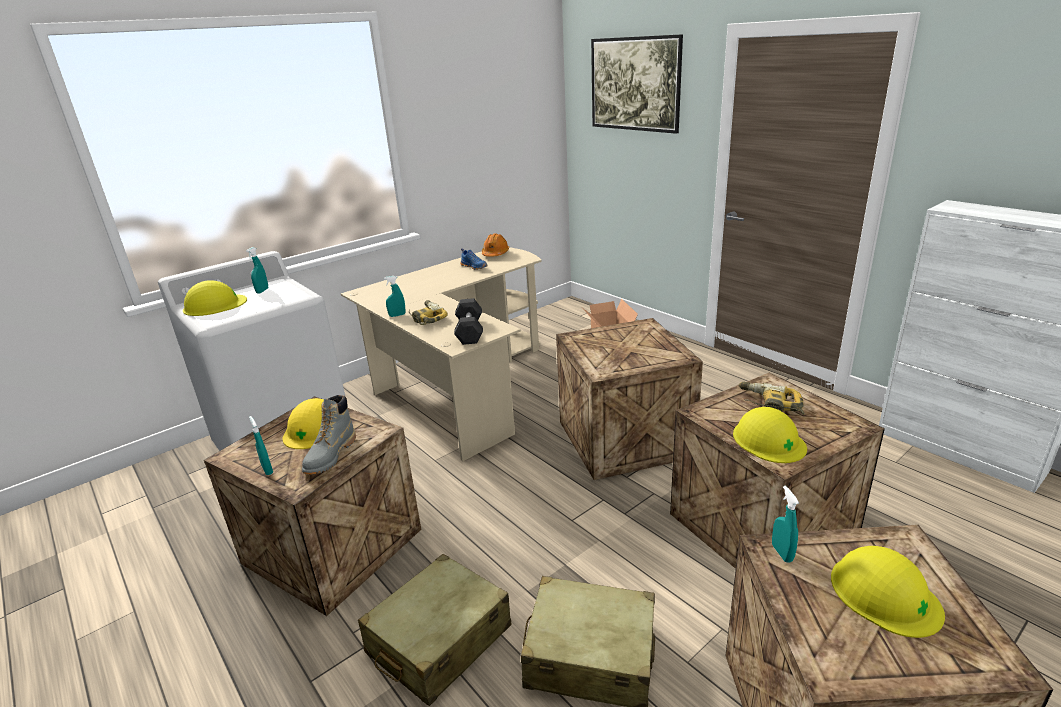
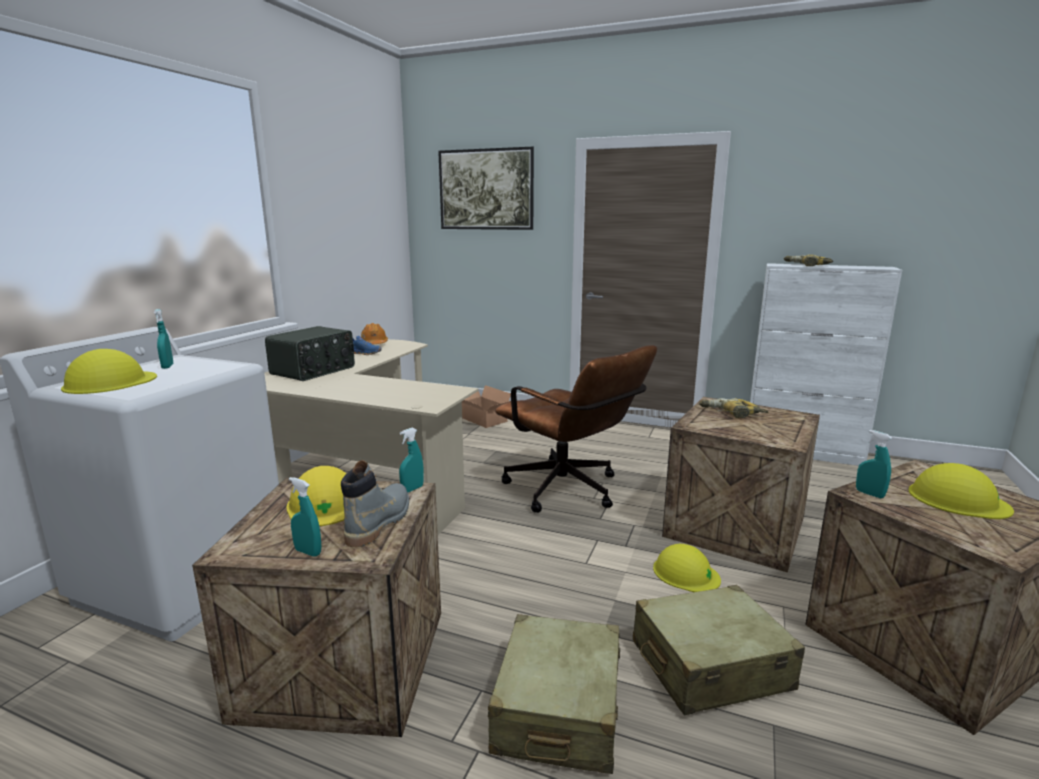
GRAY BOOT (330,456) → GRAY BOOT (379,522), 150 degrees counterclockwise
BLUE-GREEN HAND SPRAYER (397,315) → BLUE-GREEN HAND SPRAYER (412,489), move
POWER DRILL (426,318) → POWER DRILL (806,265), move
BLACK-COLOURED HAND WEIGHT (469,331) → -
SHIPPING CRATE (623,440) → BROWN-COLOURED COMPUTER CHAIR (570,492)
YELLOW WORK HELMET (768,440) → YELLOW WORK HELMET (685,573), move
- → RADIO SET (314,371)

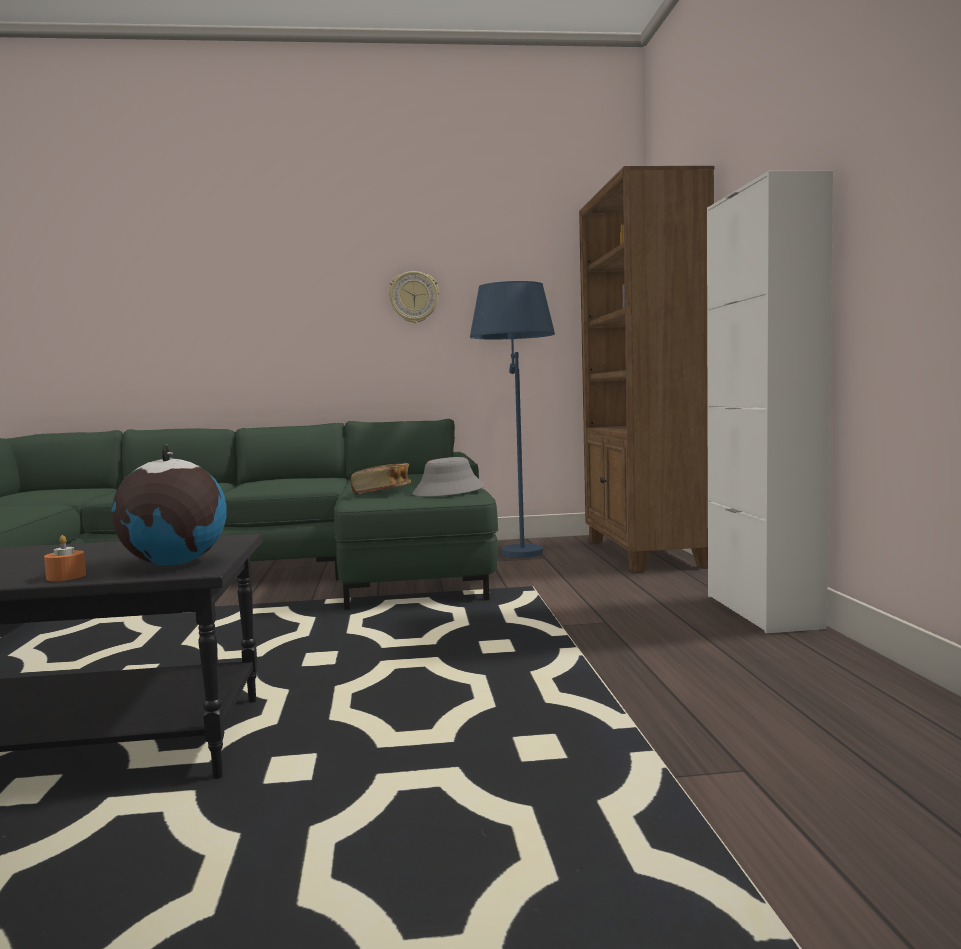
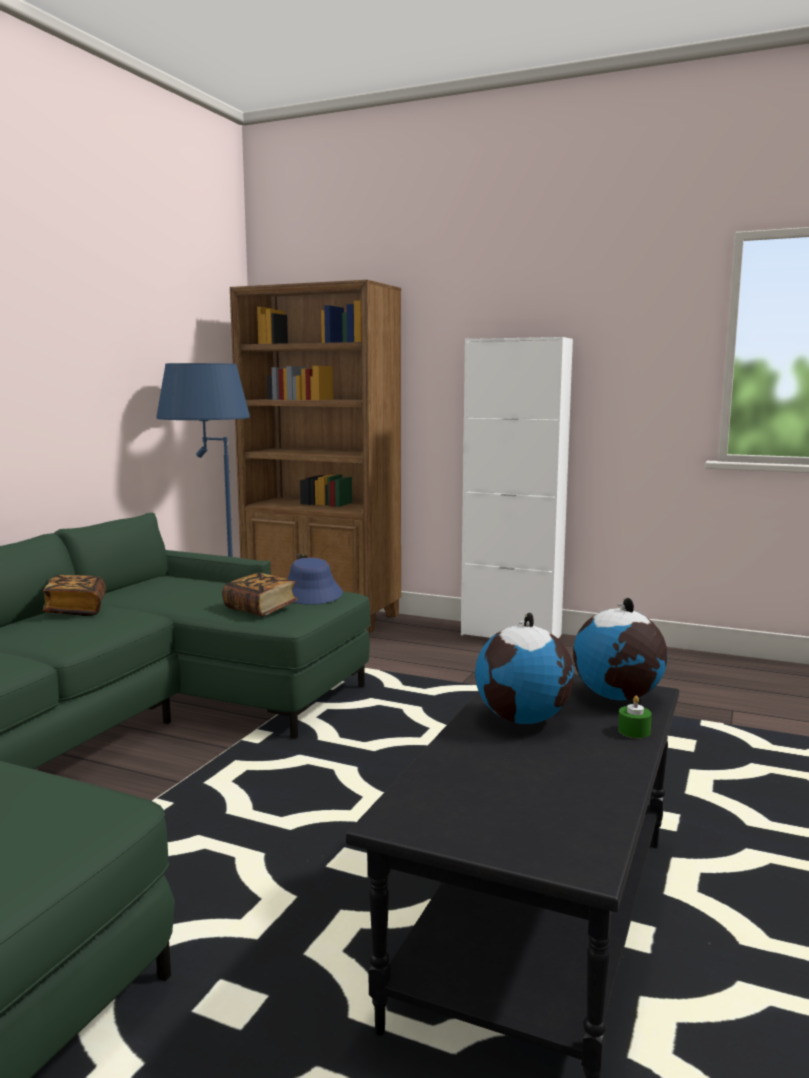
ORANGE-COLOURED CANDLE (66,576) → GREEN-COLOURED CANDLE (634,731)
HANGING CLOCK (414,297) → -
GRAY WEARABLE HAT (449,491) → BLUE-COLOURED WEARABLE HAT (311,593)
- → BOOK (76,610)
- → DESK GLOBE (524,719)

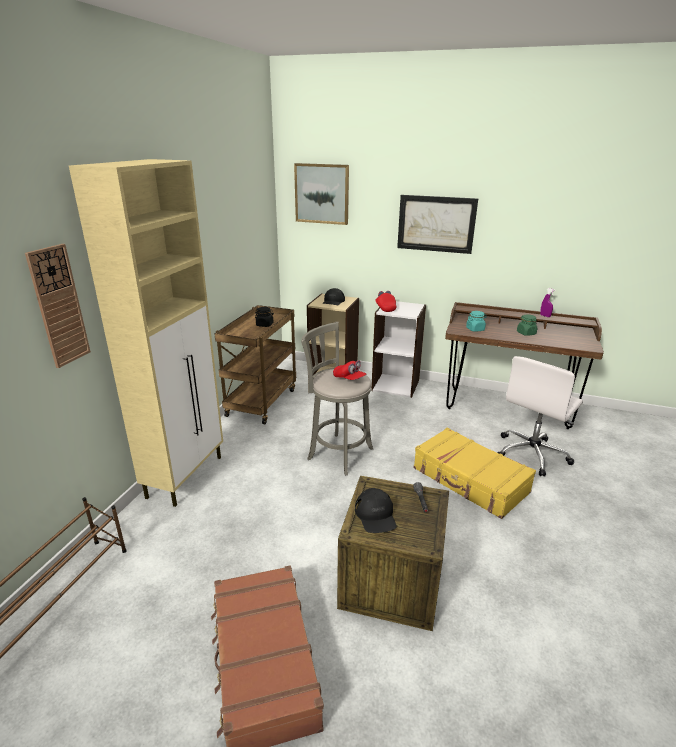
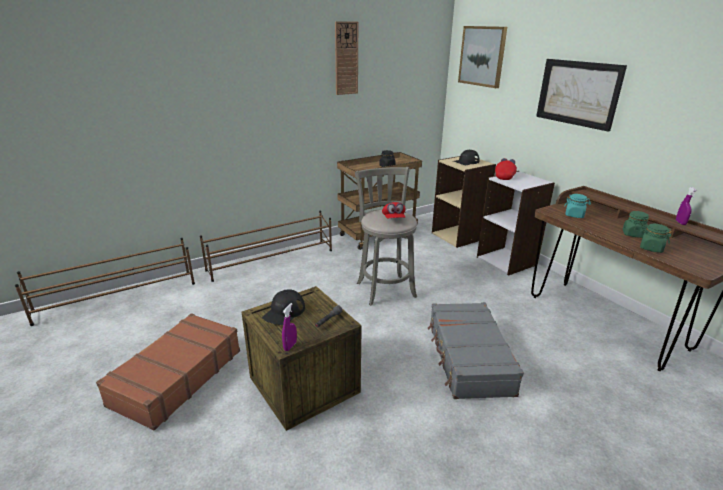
HANGING CLOCK (59,306) → HANGING CLOCK (346,58), move
BEIGE-COLOURED STORAGE CABINET (186,476) → BROWN-COLOURED SHOE STAND (272,260)
YELLOW PIECE OF LUGGAGE (469,481) → GRAY PIECE OF LUGGAGE (468,358)
WHITE COMPUTER CHAIR (532,454) → -
- → PURPLE-COLOURED HAND SPRAYER (290,346)
- → GREEN-COLOURED JAR (651,248)

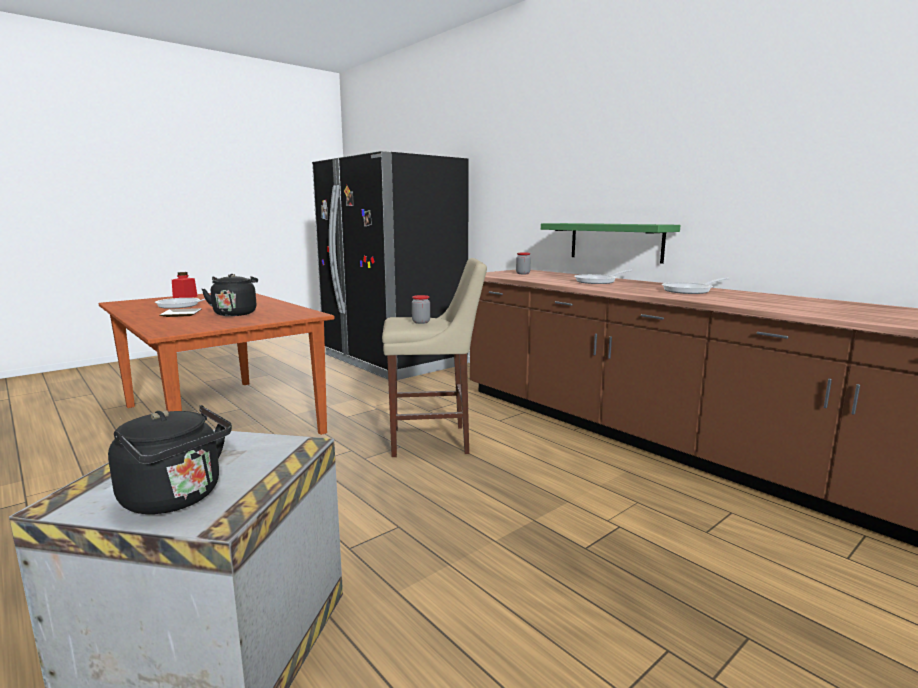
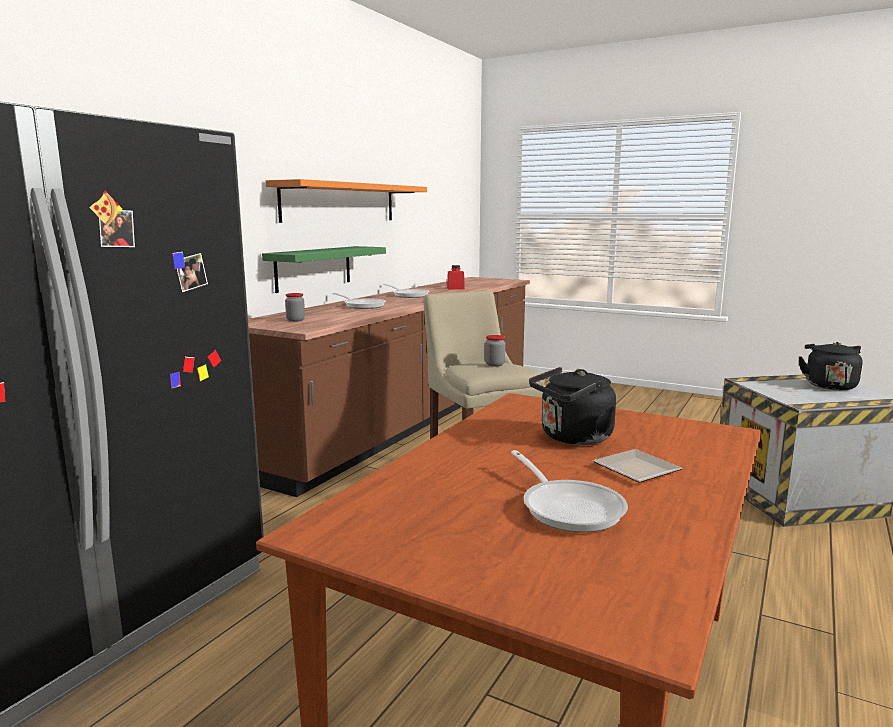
RED JAR (185,297) → RED JAR (455,288), move
- → ORANGE-COLOURED BRACKET SHELF (340,202)

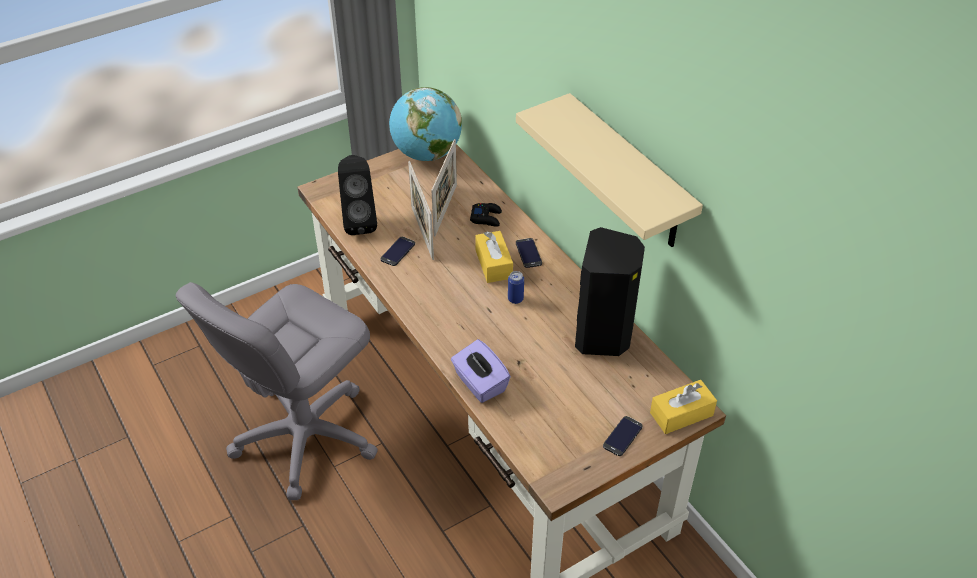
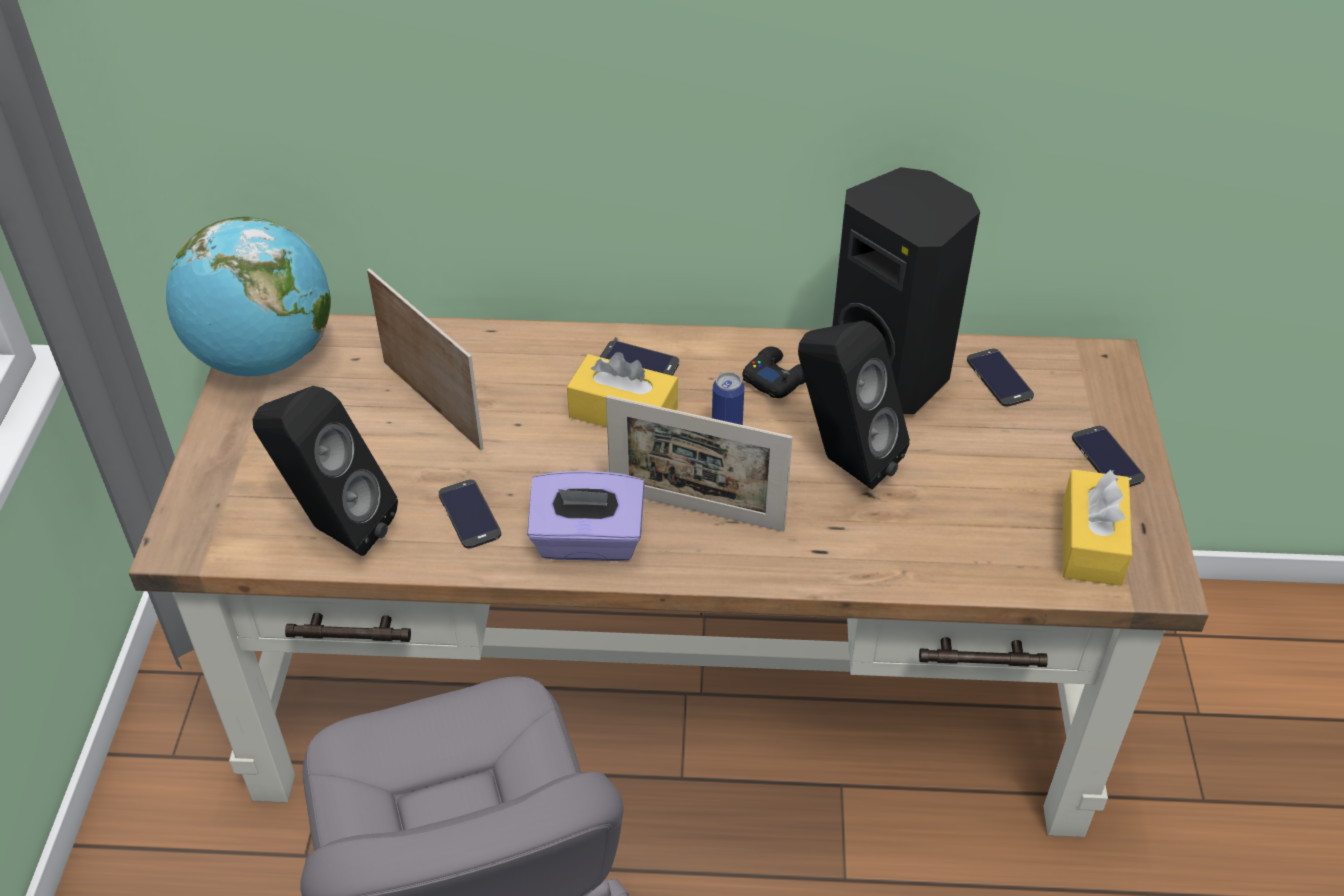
STANDING FRAME (422,232) → STANDING FRAME (696,510), move
PURPLE-COLOURED TISSUE BOX (480,383) → PURPLE-COLOURED TISSUE BOX (587,542), move
BLACK-COLOURED JOYPAD (486,218) → BLACK-COLOURED JOYPAD (777,378), move
BEIGE-COLOURED BRACKET SHELF (628,174) → -
YELLOW TISSUE BOX (681,414) → YELLOW TISSUE BOX (1091,542), move
- → BLACK-COLOURED LOUDSPEAKER (842,461)
- → PHONE (999,378)

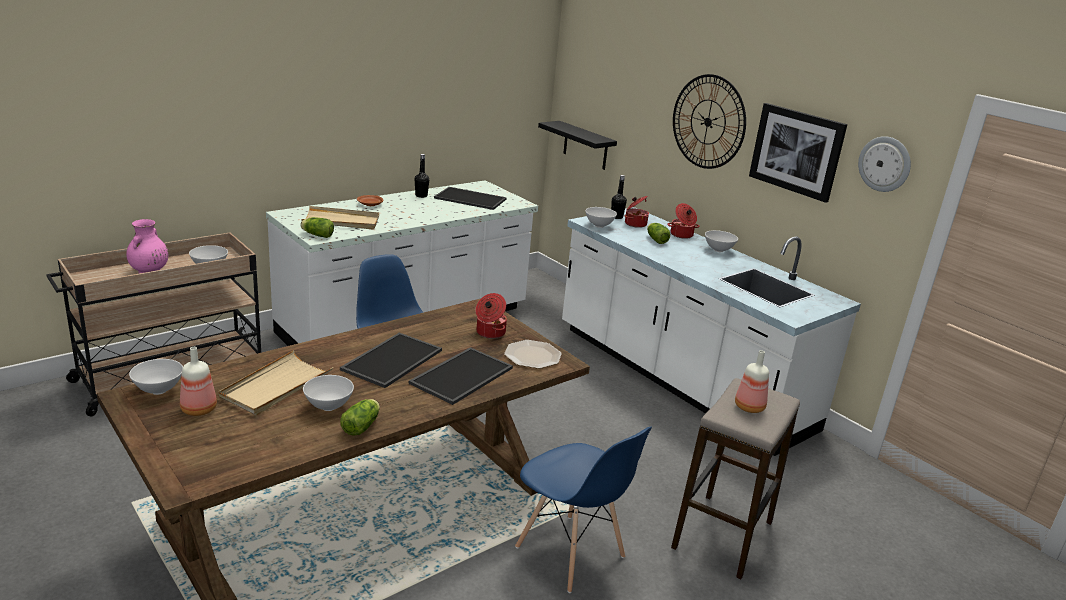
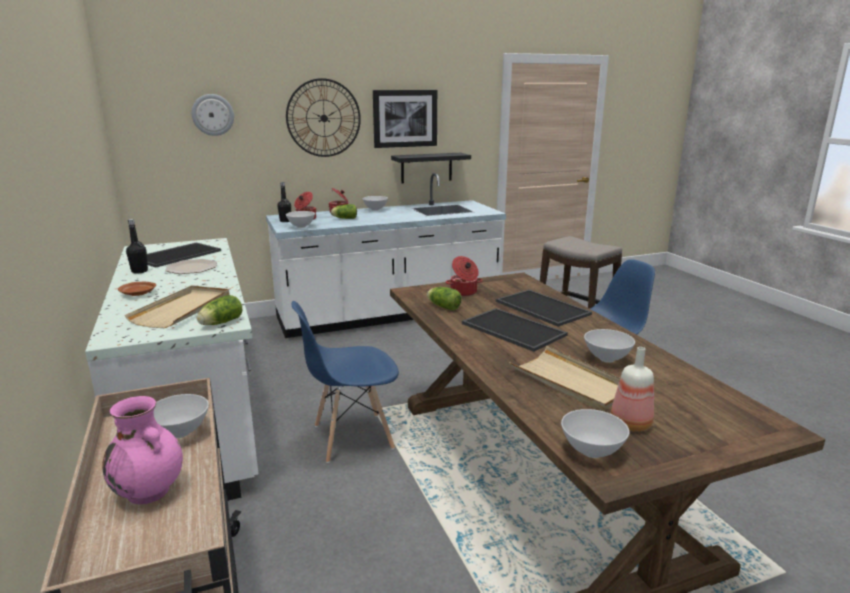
LETTUCE HEAD (362,425) → LETTUCE HEAD (442,306), move
PLATE (533,355) → PLATE (192,268), move
BLACK-COLOURED BRACKET SHELF (585,145) → BLACK-COLOURED BRACKET SHELF (426,167), move
BOTTLE (749,407) → -
HANGING CLOCK (885,164) → HANGING CLOCK (213,115), move

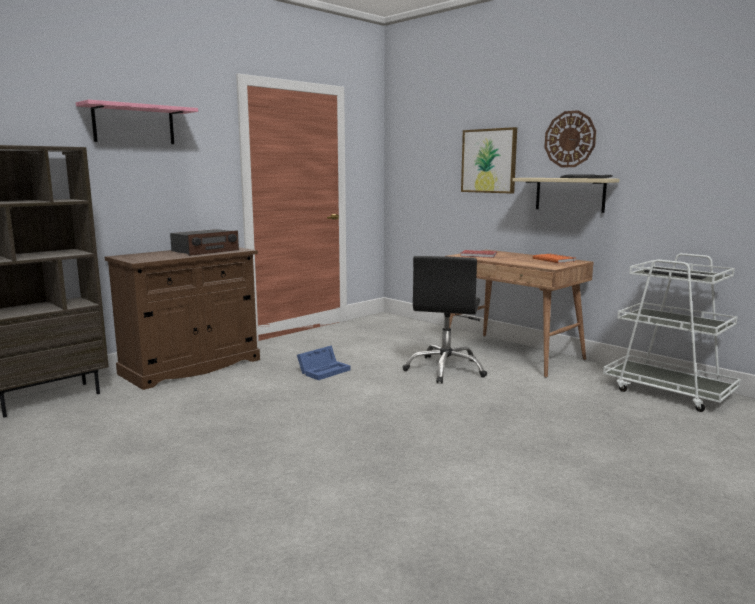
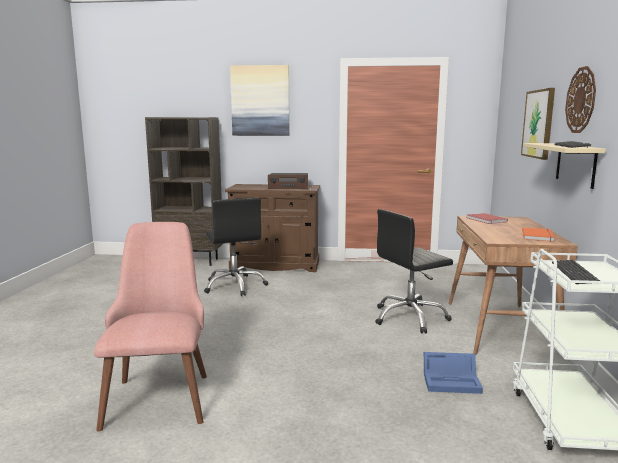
PINK-COLOURED BRACKET SHELF (134,124) → PICTURE (260,101)
BLUE-COLOURED STORAGE CONTAINER (324,371) → BLUE-COLOURED STORAGE CONTAINER (452,381), move
- → PINK-COLOURED CHAIR (160,392)
- → BLACK-COLOURED COMPUTER CHAIR (235,286)

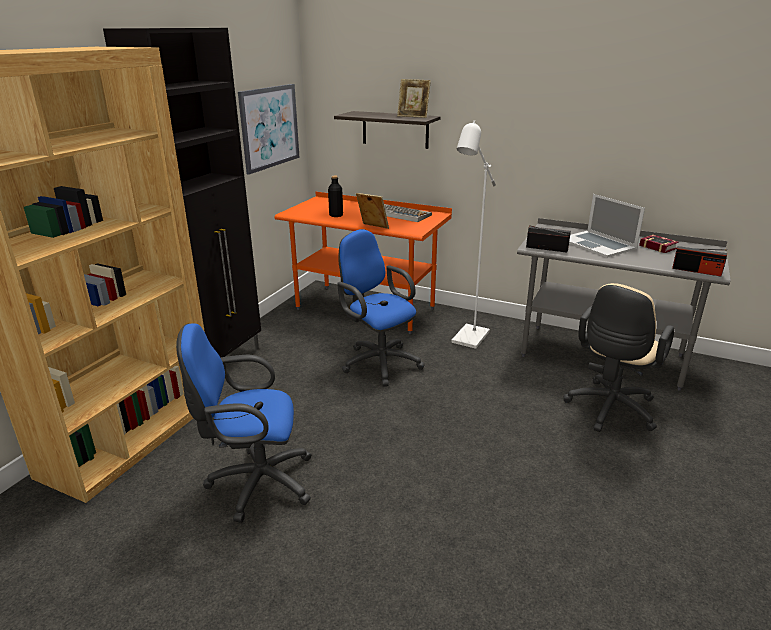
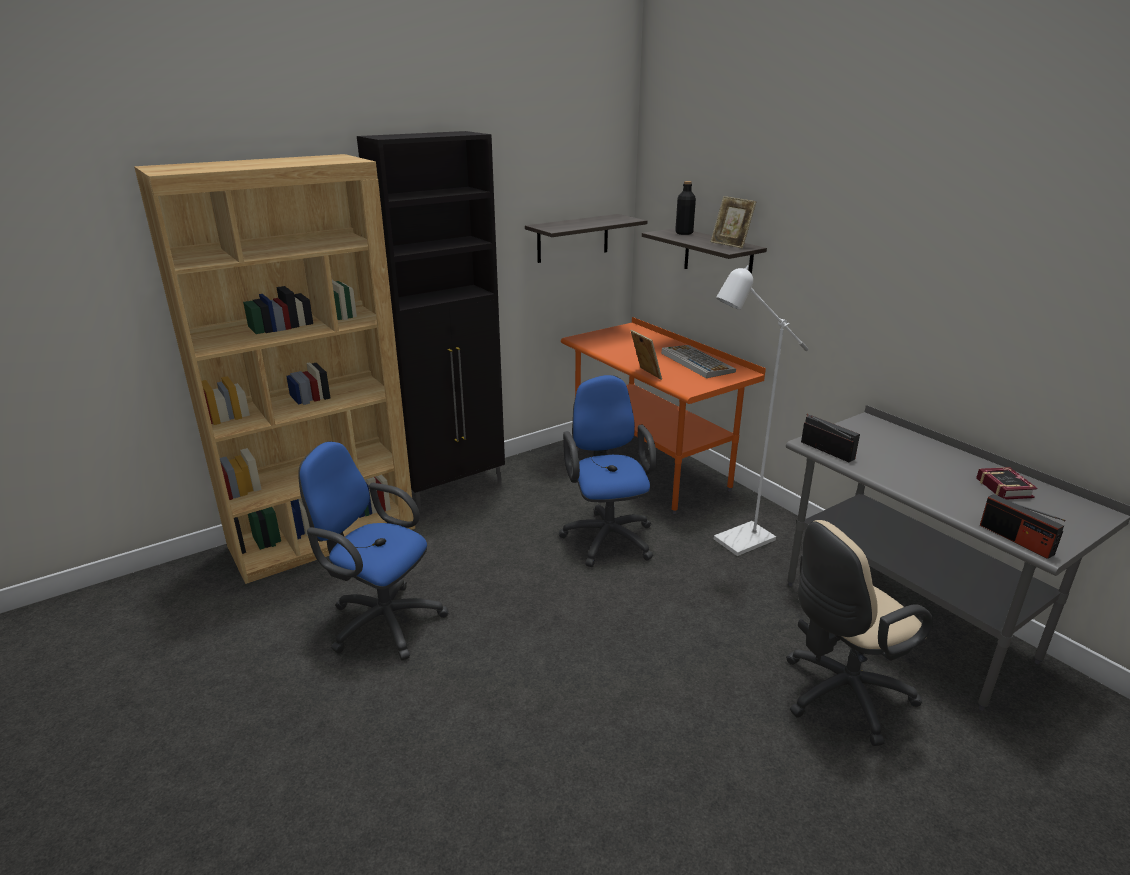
PICTURE (269,127) → BRACKET SHELF (573,238)
BLACK-COLOURED BOTTLE (336,215) → BLACK-COLOURED BOTTLE (684,233), move
LAPTOP (597,244) → -

